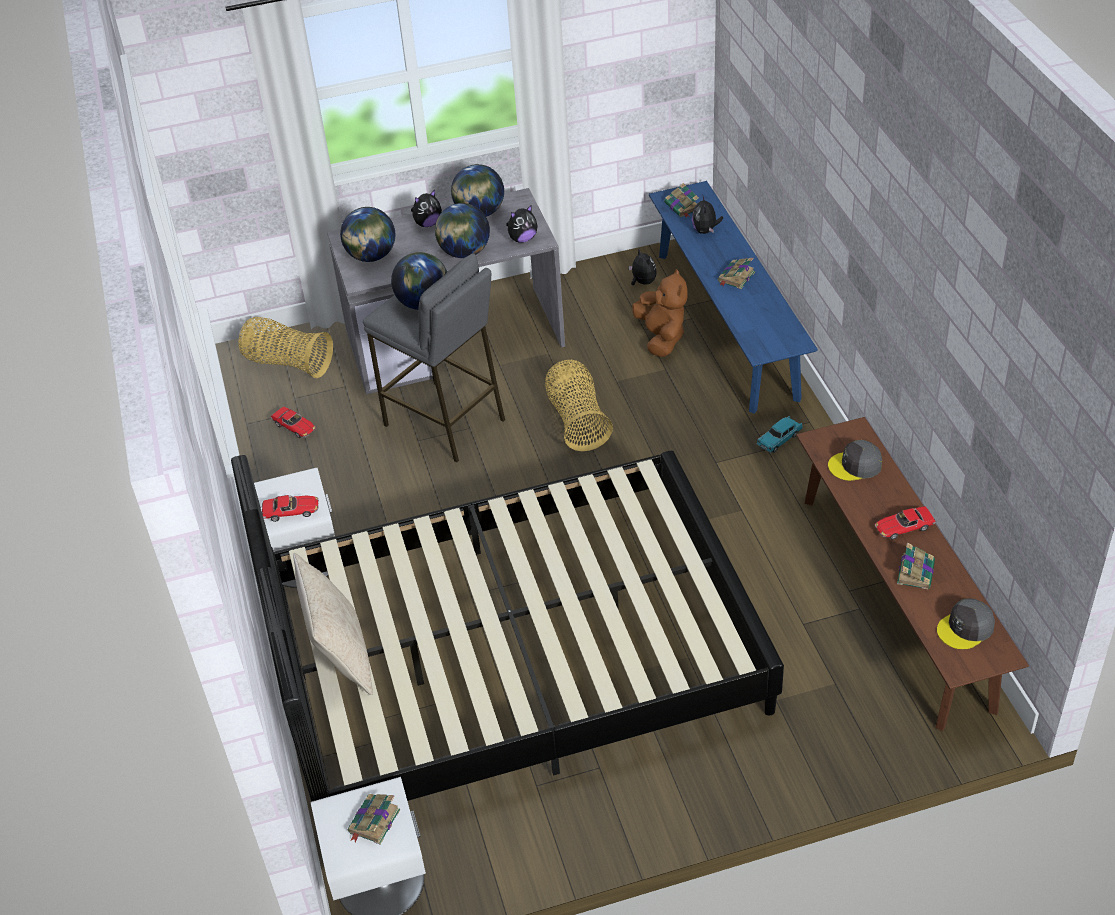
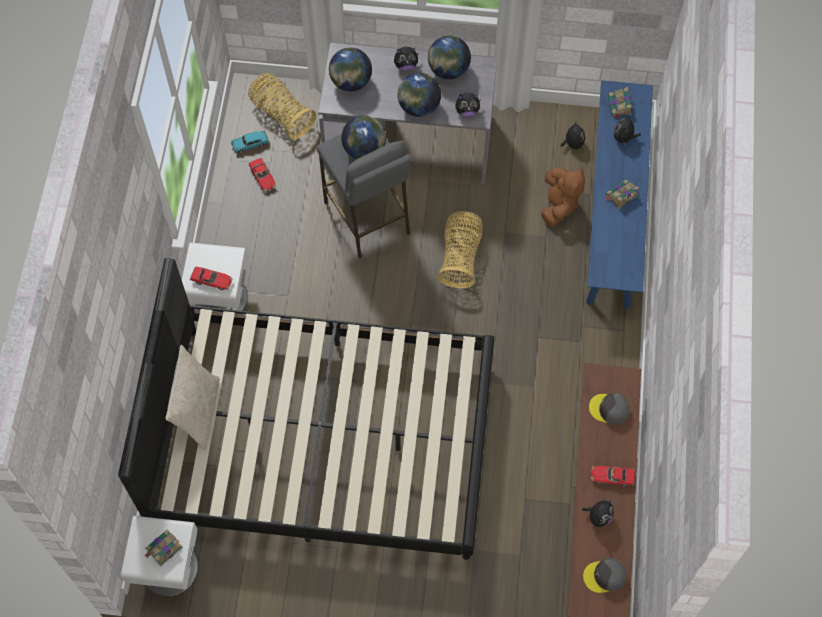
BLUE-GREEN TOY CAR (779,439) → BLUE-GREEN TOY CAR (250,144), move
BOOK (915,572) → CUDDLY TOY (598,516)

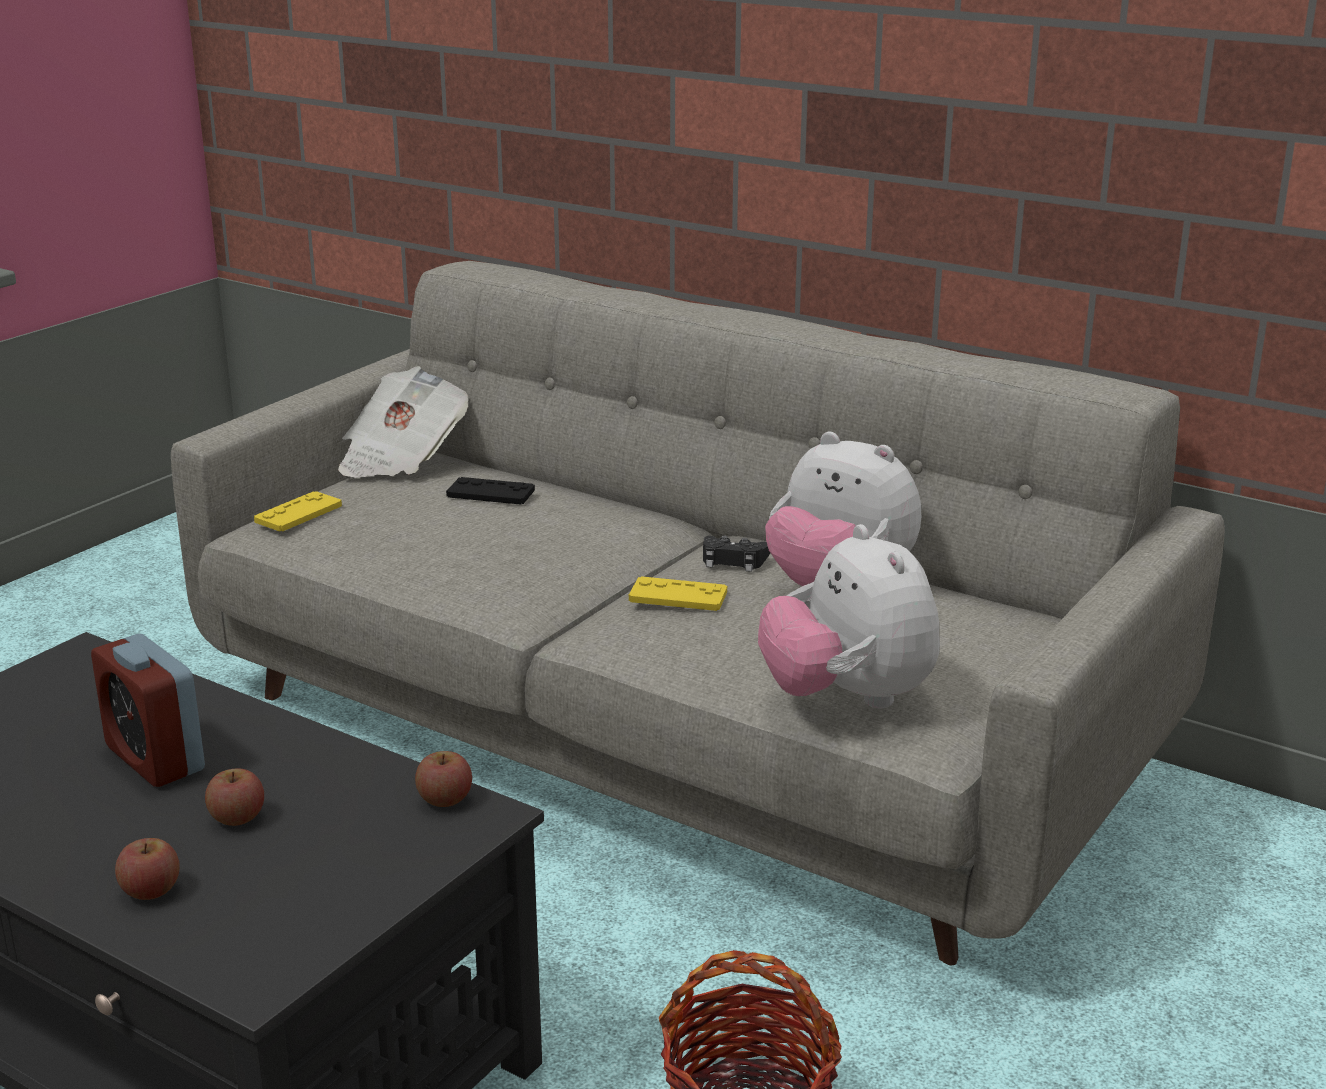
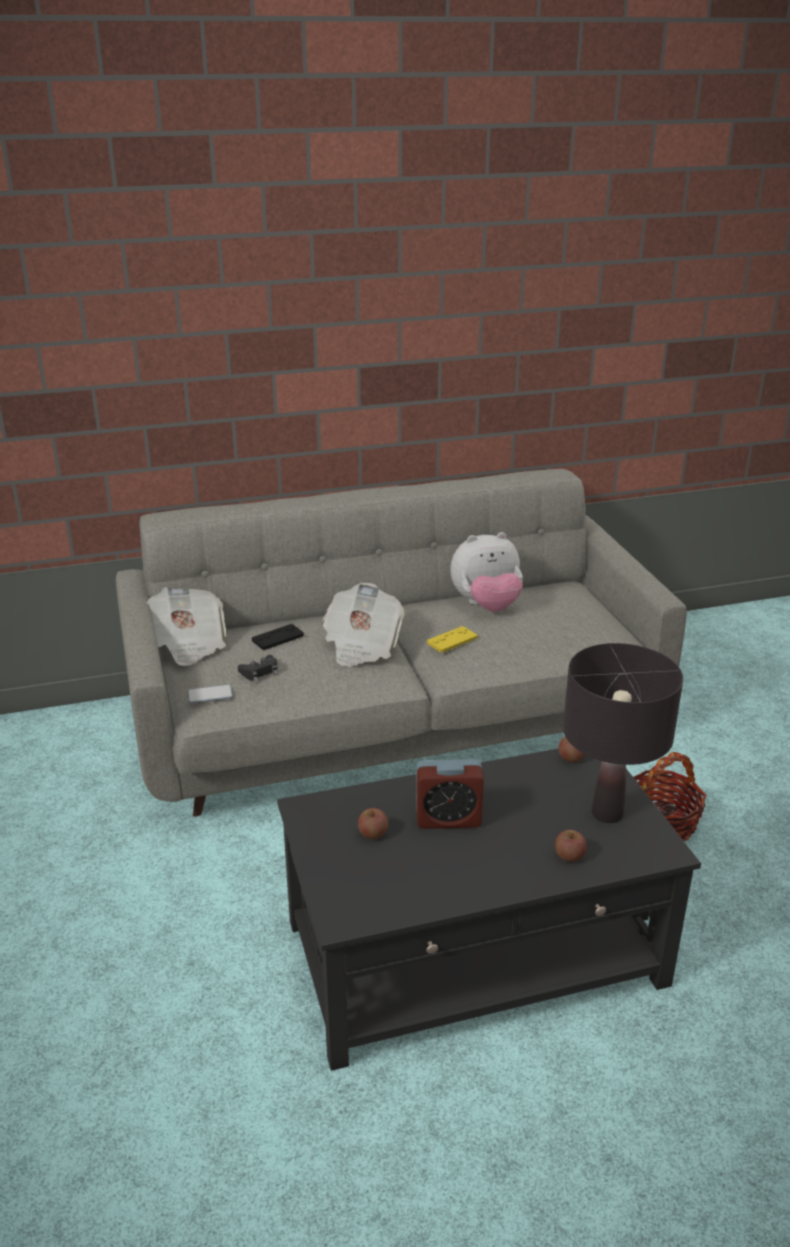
APPLE FRUIT (237,817) → APPLE FRUIT (373,833), move
YELLOW JOYPAD (298,513) → PHONE (210,695)
BLACK-COLOURED JOYPAD (733,560) → BLACK-COLOURED JOYPAD (260,672), move
CUDDLY TOY (847,698) → -
- → PRINTED PAPER (361,645)
- → BLACK-COLOURED LAMP FOR A TABLE (607,813)

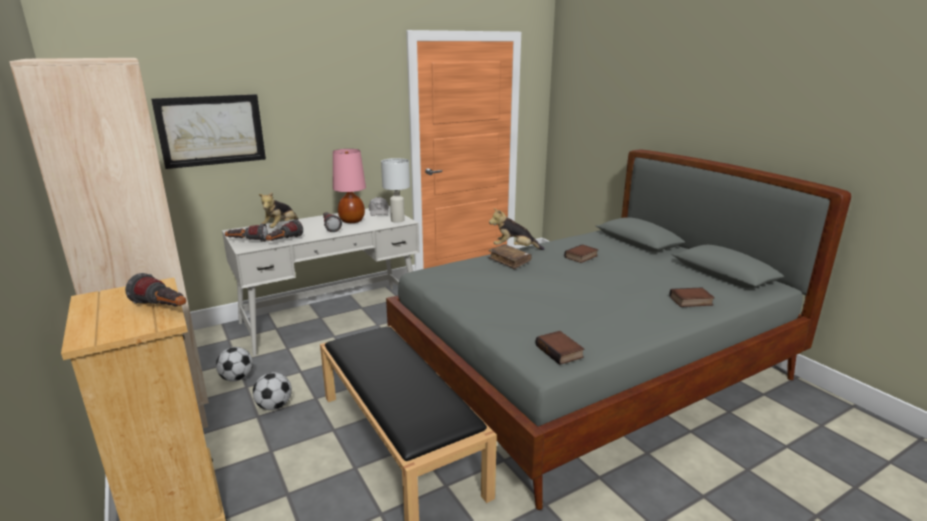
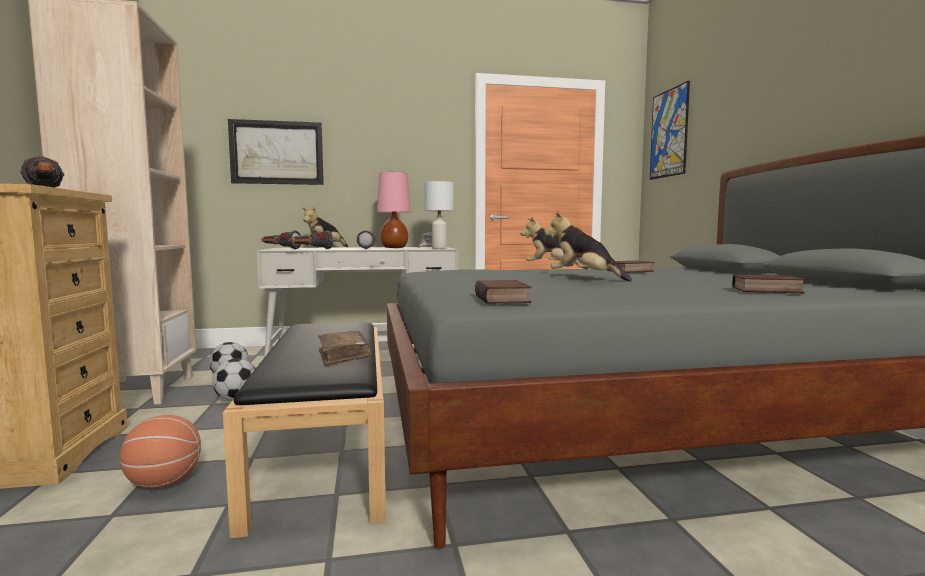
BROWN-COLOURED BOOK (509,261) → BROWN-COLOURED BOOK (343,356), move
- → BASKETBALL BALL (163,483)
- → CUDDLY TOY (584,278)
- → PICTURE (669,133)

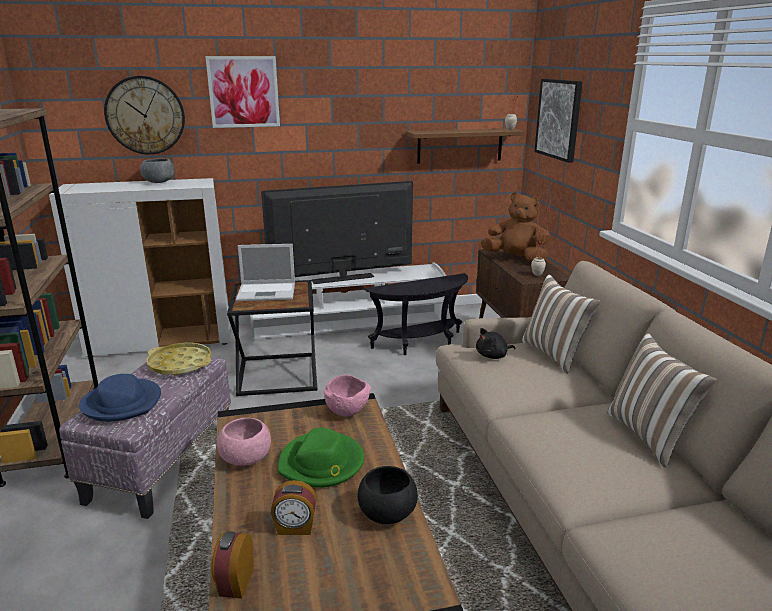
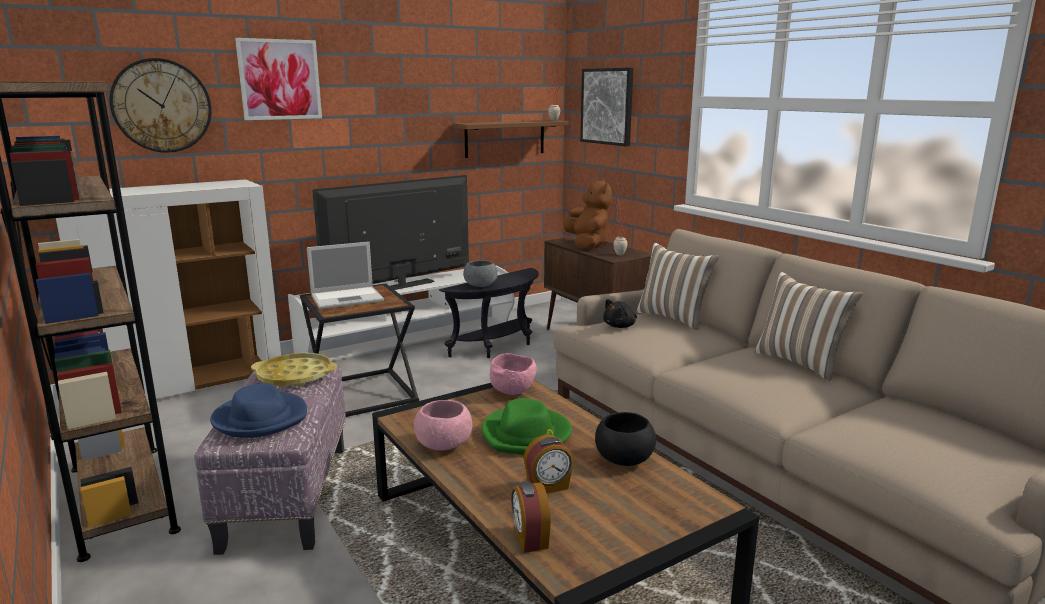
GRAY DEEP DISH (159,182) → GRAY DEEP DISH (480,285), move
BROWN-COLOURED CUDDLY TOY (515,258) → BROWN-COLOURED CUDDLY TOY (587,244), 75 degrees clockwise

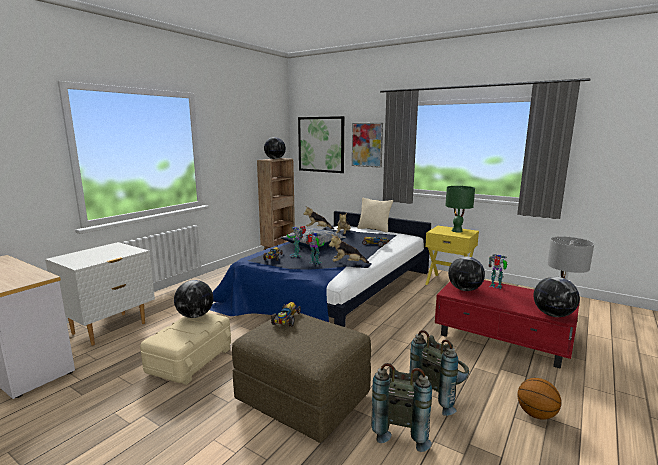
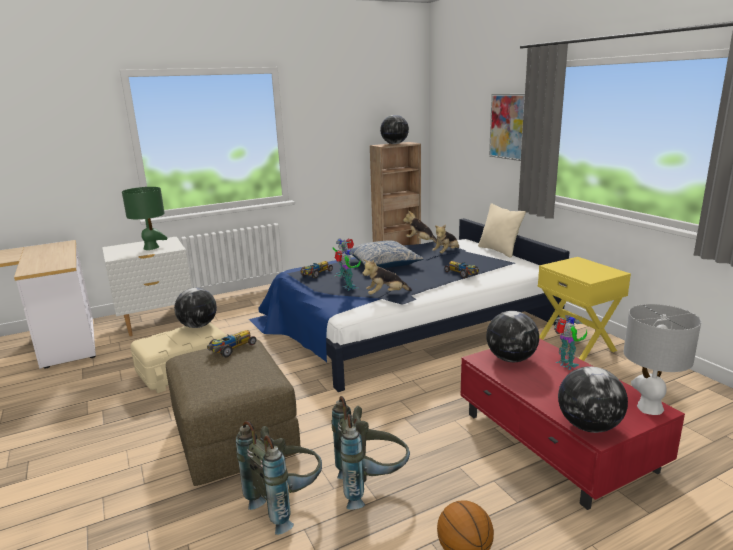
PICTURE (321,144) → -
CUDDLY TOY (347,264) → CUDDLY TOY (386,295), 45 degrees counterclockwise
GREEN-COLOURED LAMP FOR A TABLE (457,231) → GREEN-COLOURED LAMP FOR A TABLE (151,248), move

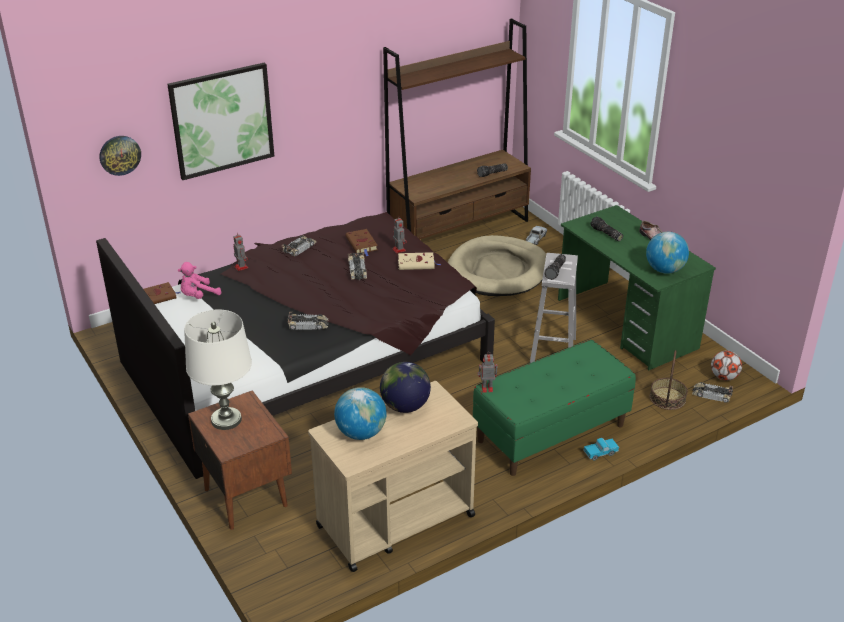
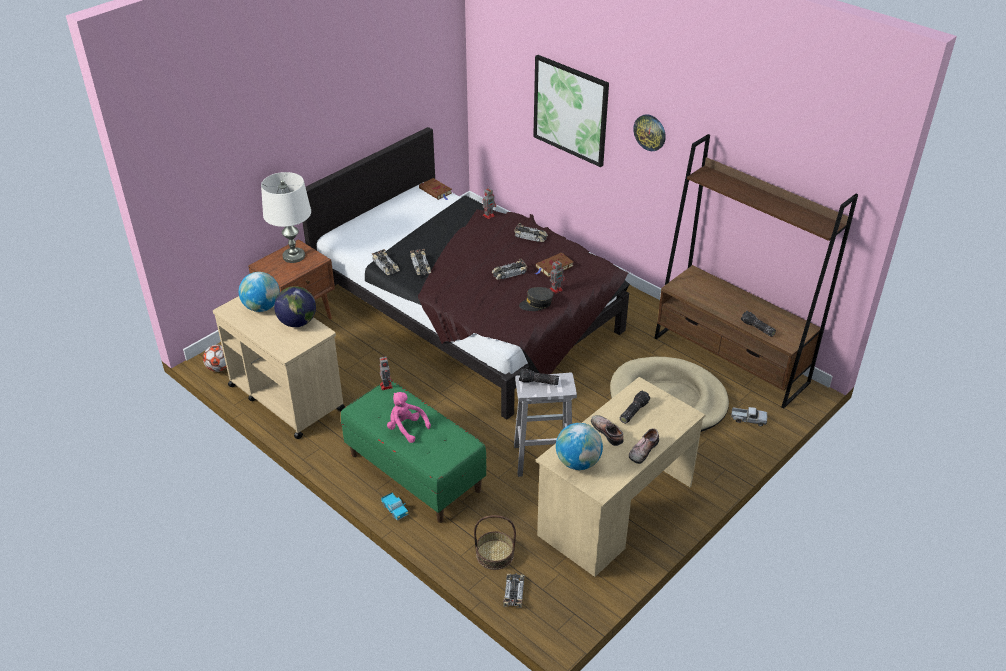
HANGING CLOCK (120,155) → HANGING CLOCK (650,132), move
PINK-COLOURED CUDDLY TOY (198,296) → PINK-COLOURED CUDDLY TOY (406,428), move
BEIGE-COLOURED BOOK (417,264) → GRAY PEAKED CAP (536,304)
GREEN-COLOURED DESK TABLE (626,324) → BEIGE-COLOURED DESK TABLE (615,510)
FOOTBALL BALL (724,377) → FOOTBALL BALL (219,368), move
- → TOY CAR (386,266)
- → LOW SHOE (608,432)

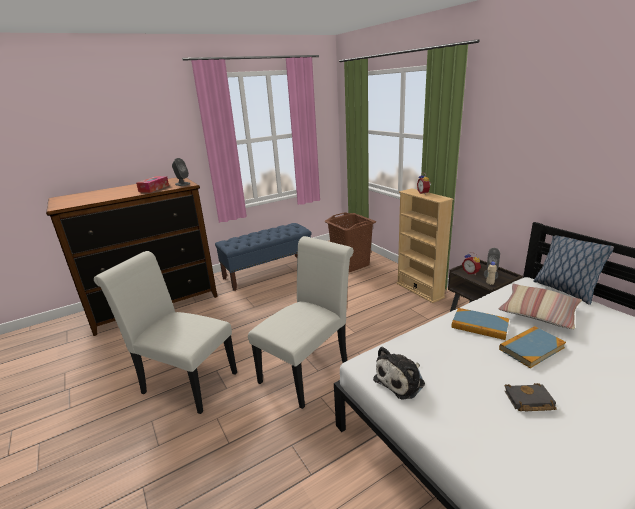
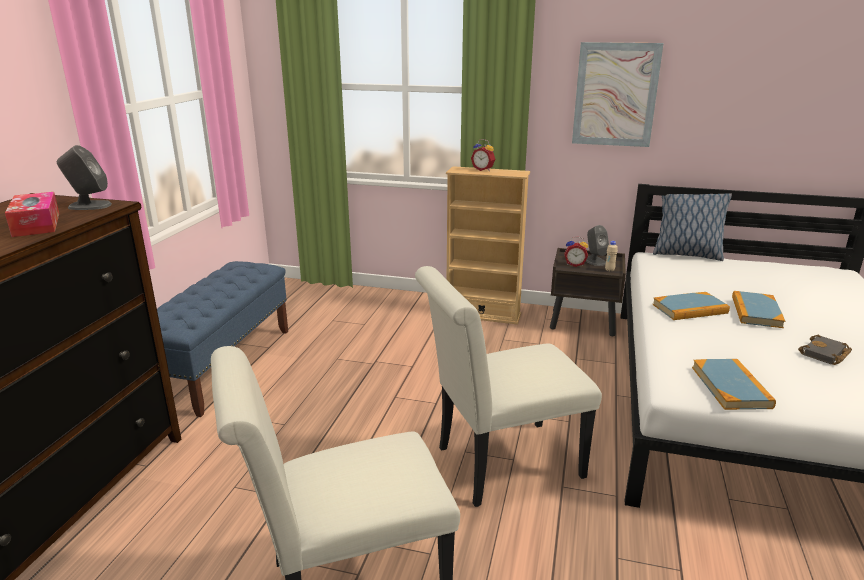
WHITE CHAIR (308,369) → WHITE CHAIR (500,464), 105 degrees counterclockwise
BROWN-COLOURED HAMPER (351,264) → -
CUDDLY TOY (401,381) → BOOK (731,387)
PILLOW (538,313) → -
- → PICTURE (615,95)

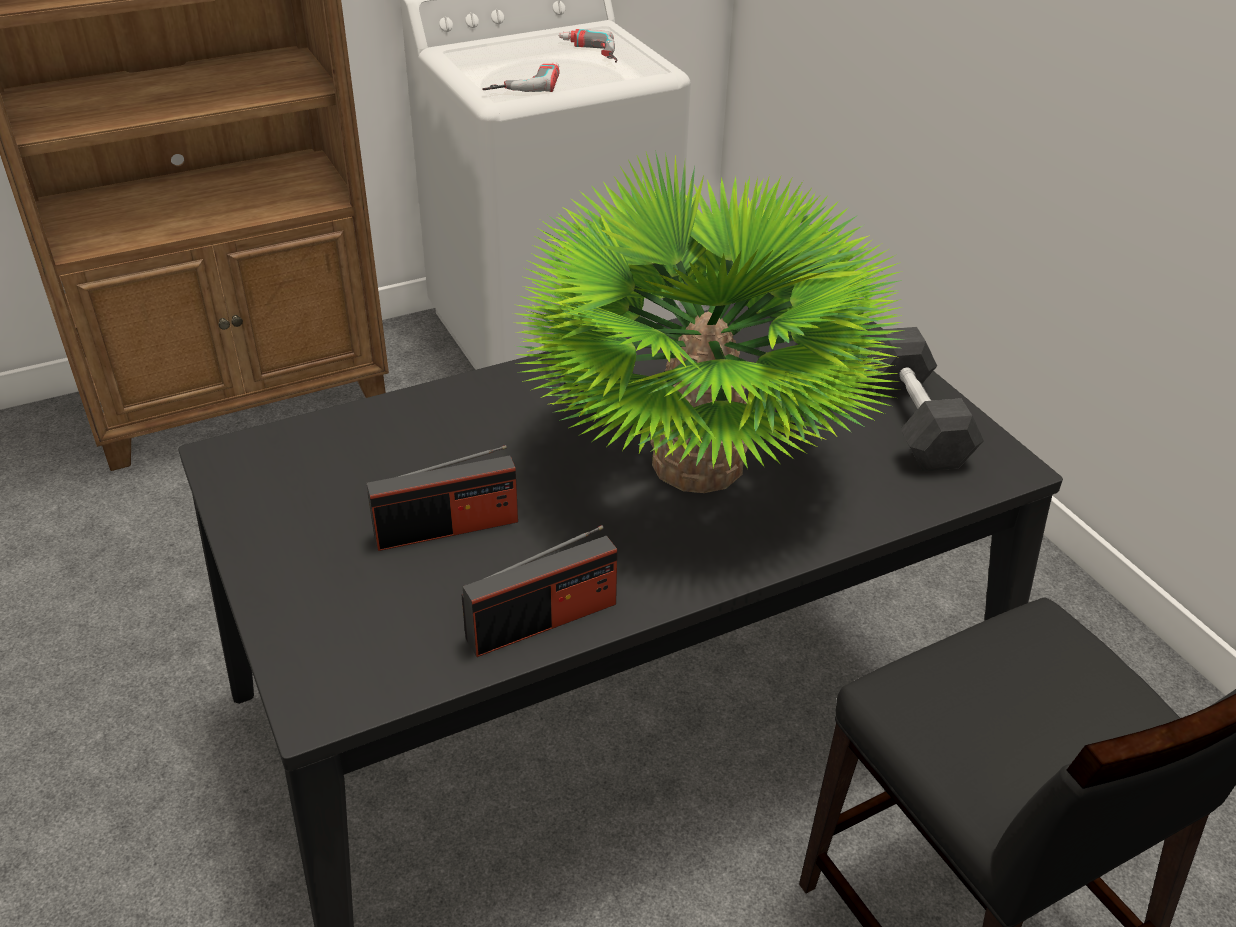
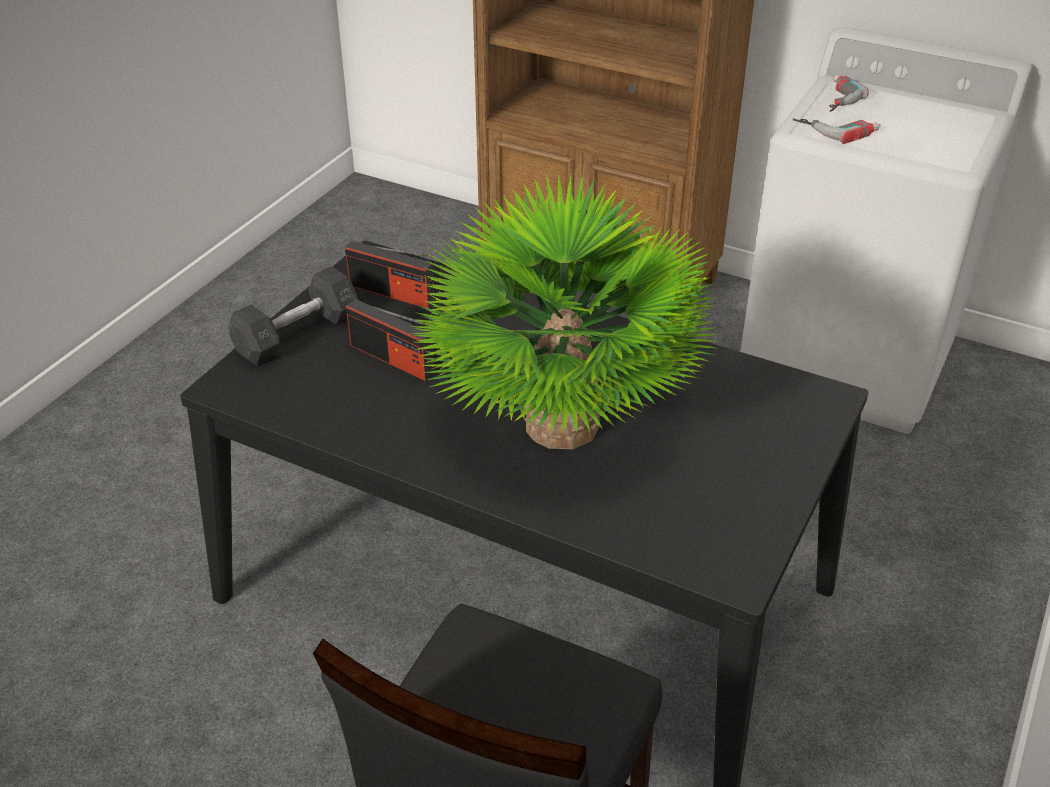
RADIO SET (542,621) → RADIO SET (393,293), move
POWER DRILL (587,54) → POWER DRILL (833,98), move
GRAY HAND WEIGHT (913,421) → GRAY HAND WEIGHT (297,334), move

